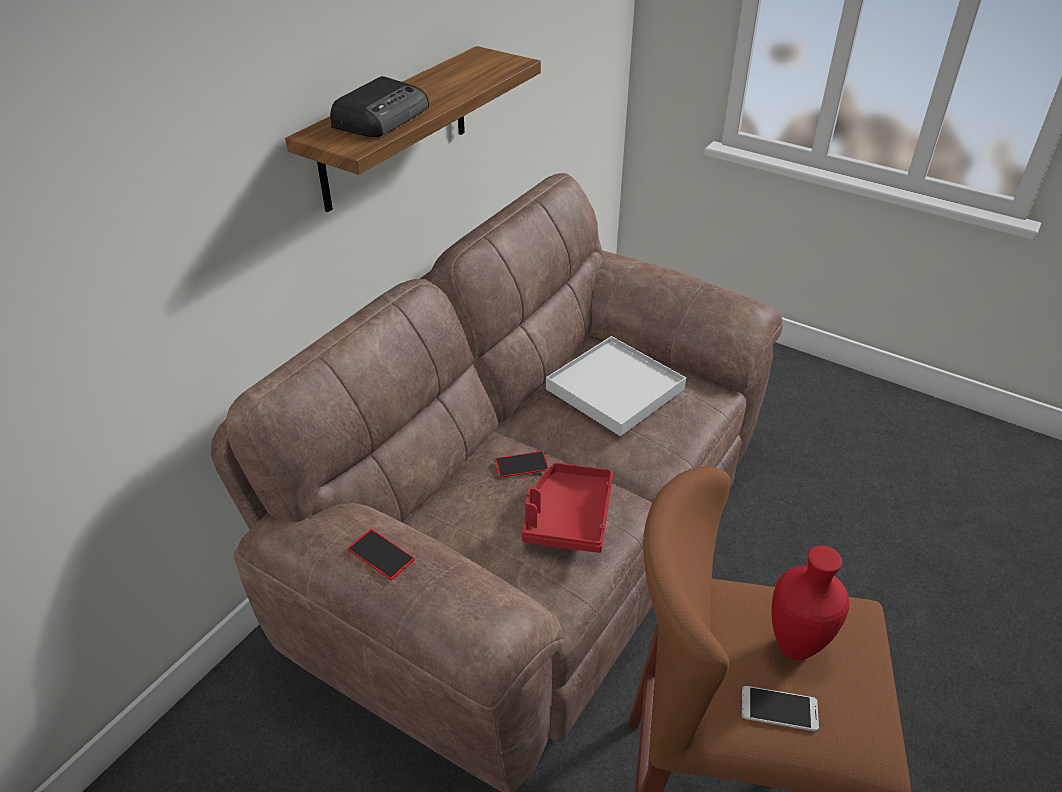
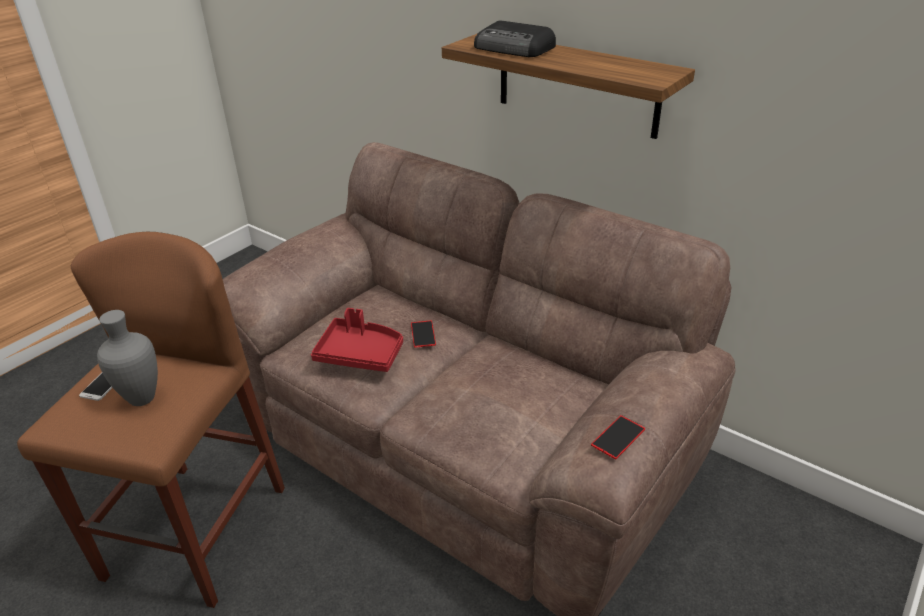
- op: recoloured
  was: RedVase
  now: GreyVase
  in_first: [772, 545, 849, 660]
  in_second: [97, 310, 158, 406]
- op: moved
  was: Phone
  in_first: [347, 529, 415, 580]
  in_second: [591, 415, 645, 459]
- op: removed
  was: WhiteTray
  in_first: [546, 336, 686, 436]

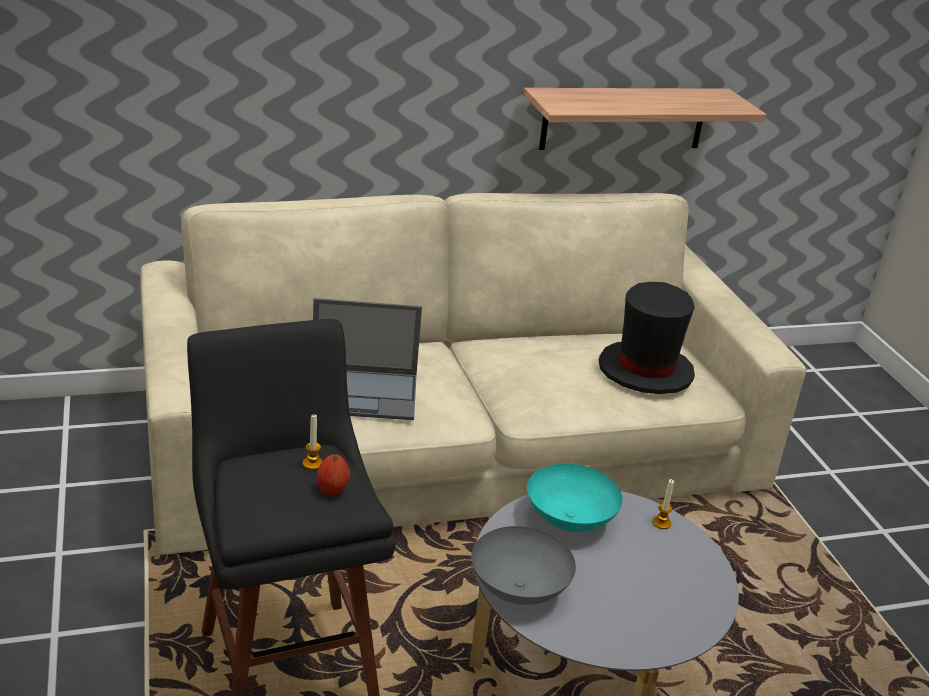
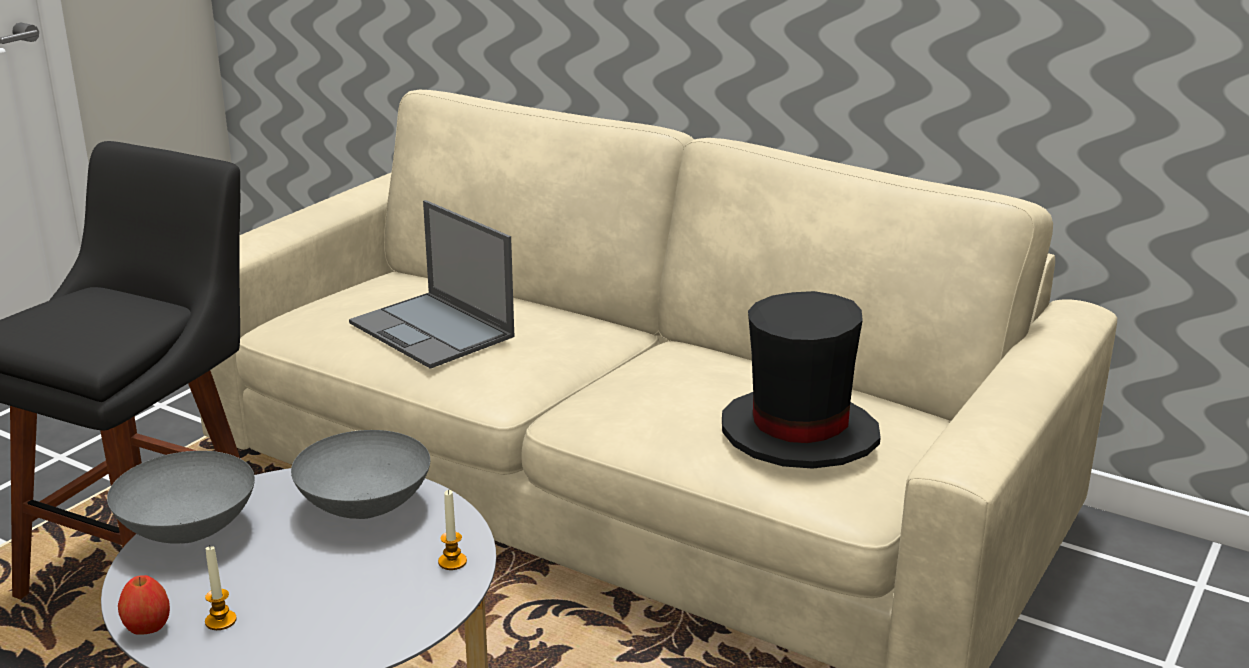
- op: moved
  was: Apple
  in_first: [317, 454, 350, 495]
  in_second: [118, 575, 170, 635]
- op: moved
  was: Candle
  in_first: [303, 414, 323, 470]
  in_second: [205, 545, 237, 630]
- op: recoloured
  was: TurquoiseBowl
  now: GreyBowl
  in_first: [527, 463, 623, 532]
  in_second: [291, 430, 430, 519]
- op: removed
  was: Shelf
  in_first: [523, 88, 767, 150]

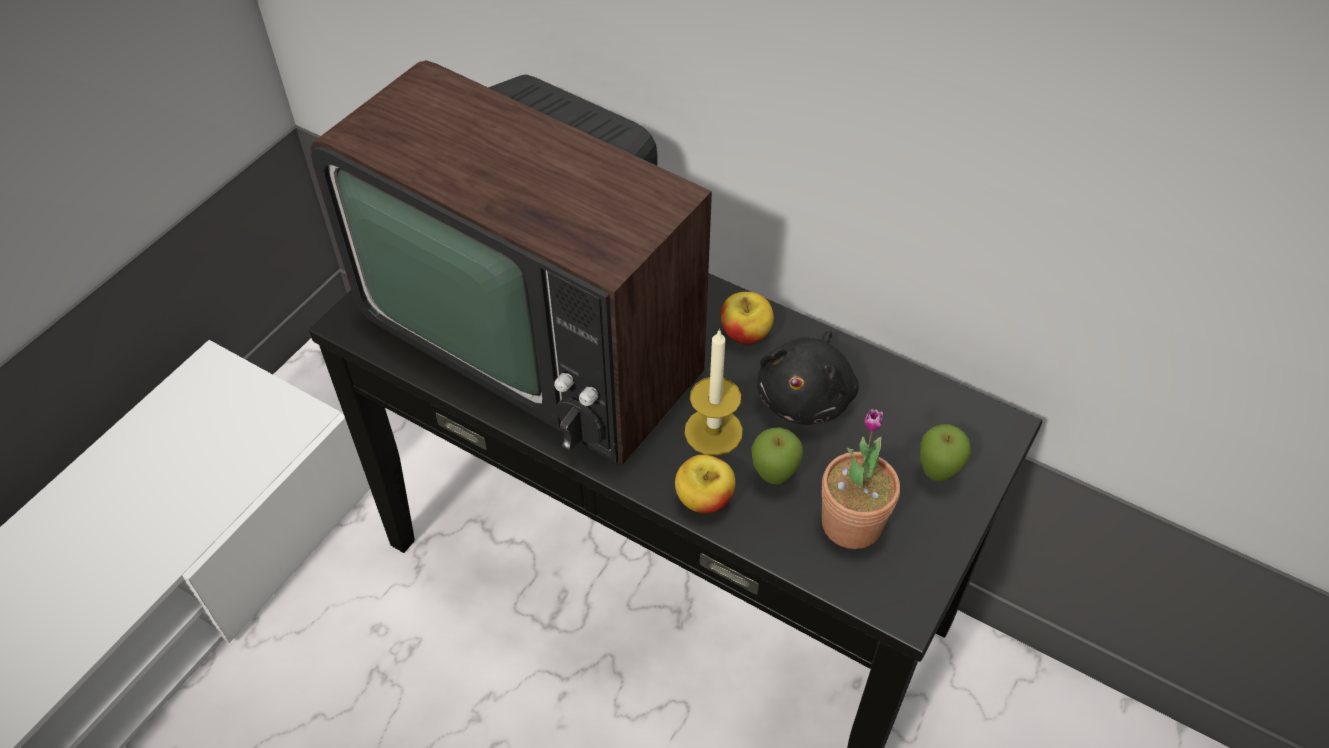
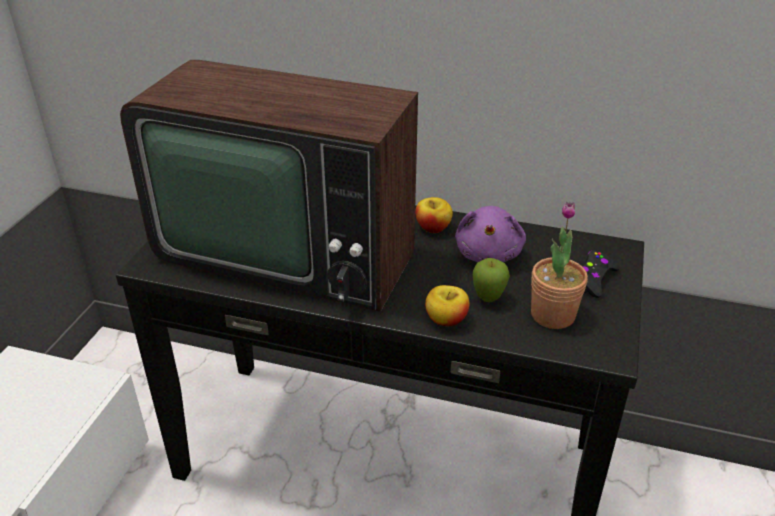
- op: recoloured
  was: BlackPlushToy
  now: PurplePlushToy
  in_first: [757, 331, 859, 425]
  in_second: [455, 206, 526, 262]
- op: replaced
  was: Apple
  now: BlackGameController
  in_first: [920, 424, 971, 481]
  in_second: [582, 250, 620, 298]
- op: removed
  was: Candle
  in_first: [684, 329, 743, 456]

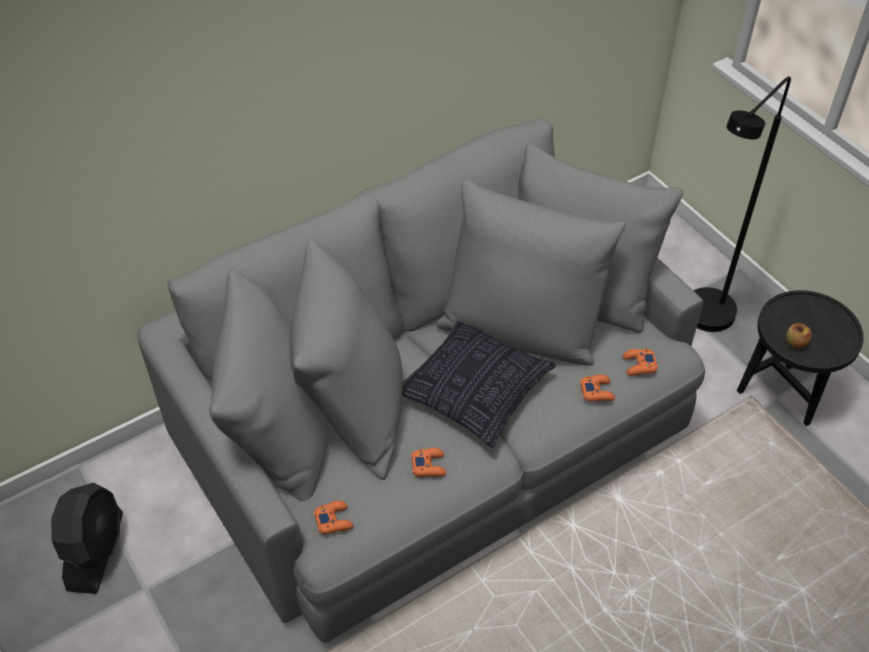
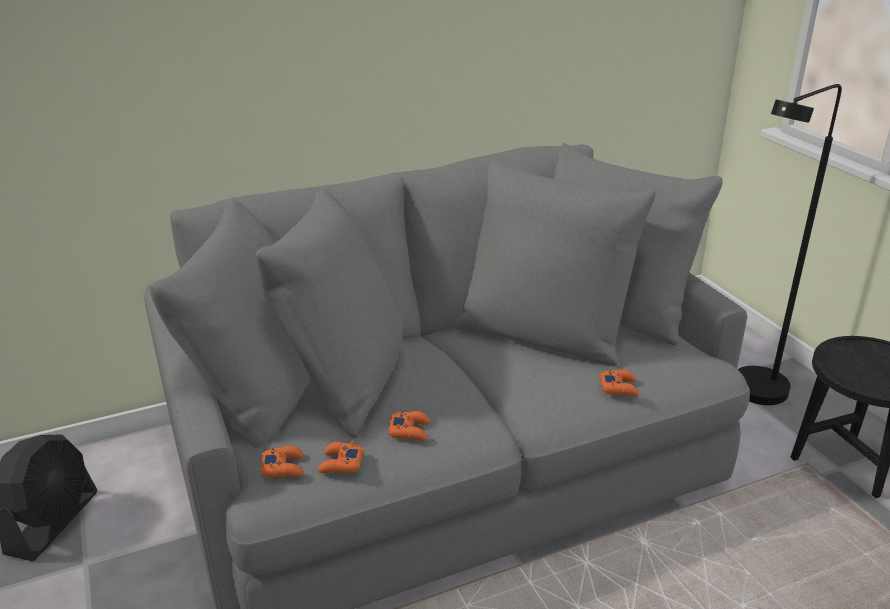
- op: moved
  was: OrangeGameController
  in_first: [623, 348, 658, 376]
  in_second: [318, 441, 364, 473]
- op: removed
  was: Pillow
  in_first: [402, 321, 556, 448]
- op: removed
  was: Apple
  in_first: [786, 323, 812, 348]

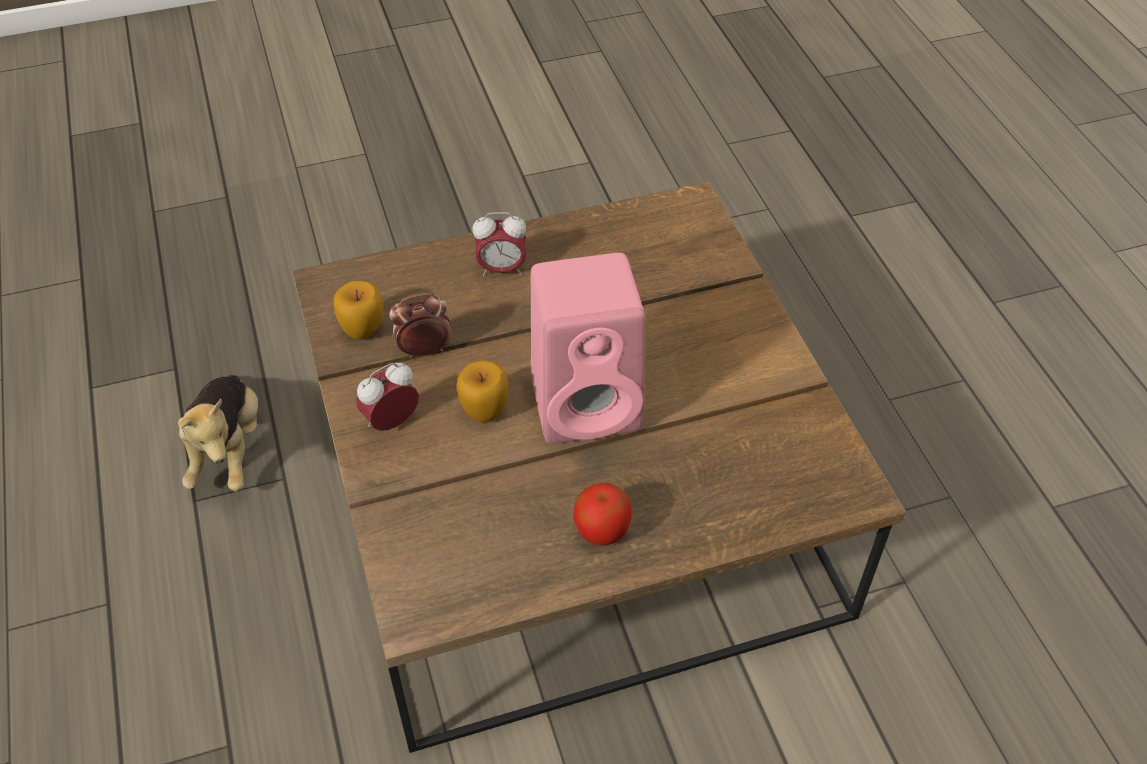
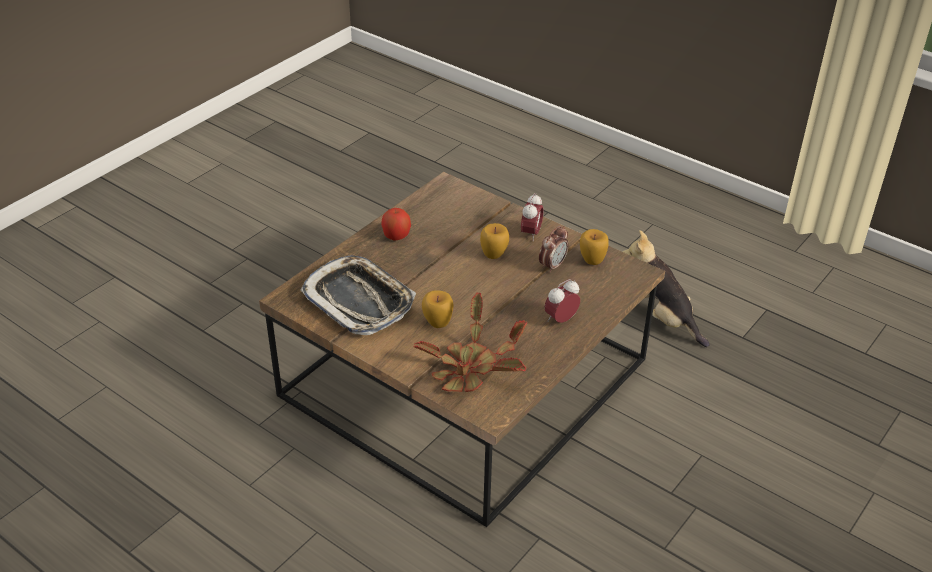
- op: added
  now: Tray
  in_second: [300, 256, 416, 335]
- op: added
  now: PottedPlant
  in_second: [414, 293, 527, 392]
- op: added
  now: Apple
  in_second: [422, 290, 454, 328]
- op: removed
  was: PinkSpeaker
  in_first: [531, 253, 646, 444]

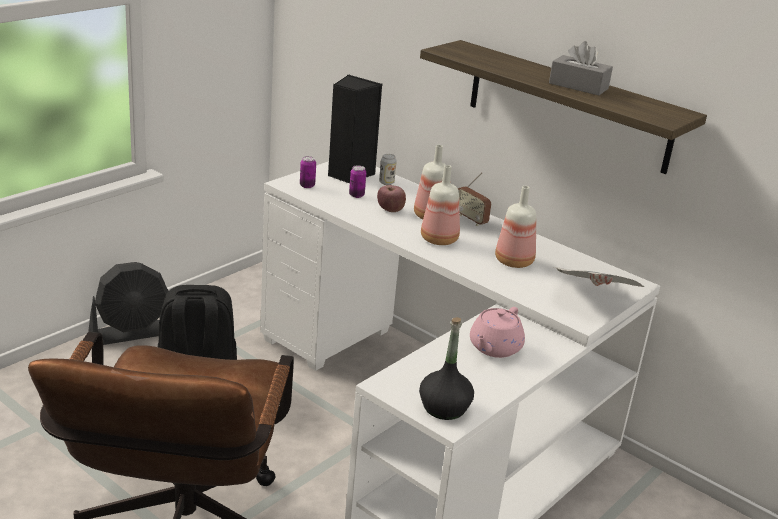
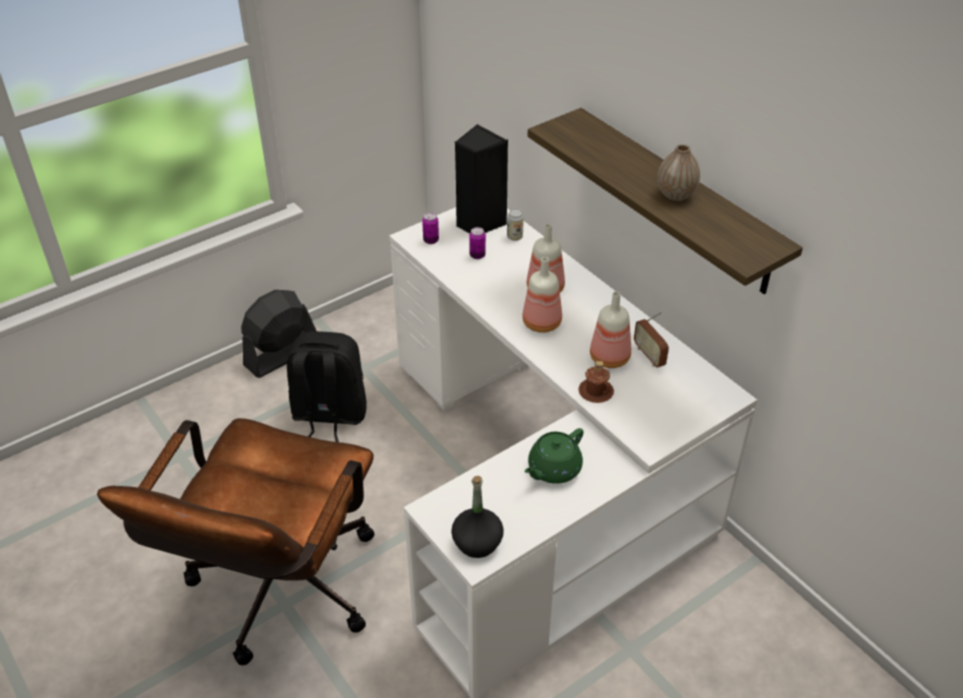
- op: turned
  was: BlackFan
  in_first: [88, 262, 169, 345]
  in_second: [241, 290, 316, 378]
  clockwise: 150
- op: recoloured
  was: PinkTeapot
  now: GreenTeapot
  in_first: [470, 307, 525, 358]
  in_second: [525, 428, 584, 484]
- op: added
  now: BrownMug
  in_second: [579, 361, 614, 403]
- op: moved
  was: Radio
  in_first: [458, 172, 491, 226]
  in_second: [634, 312, 669, 368]
- op: replaced
  was: GreyTissueBox
  now: Vase
  in_first: [549, 41, 613, 96]
  in_second: [657, 144, 700, 201]
- op: removed
  was: Apple
  in_first: [377, 185, 406, 212]
- op: removed
  was: Newspaper
  in_first: [554, 267, 644, 287]

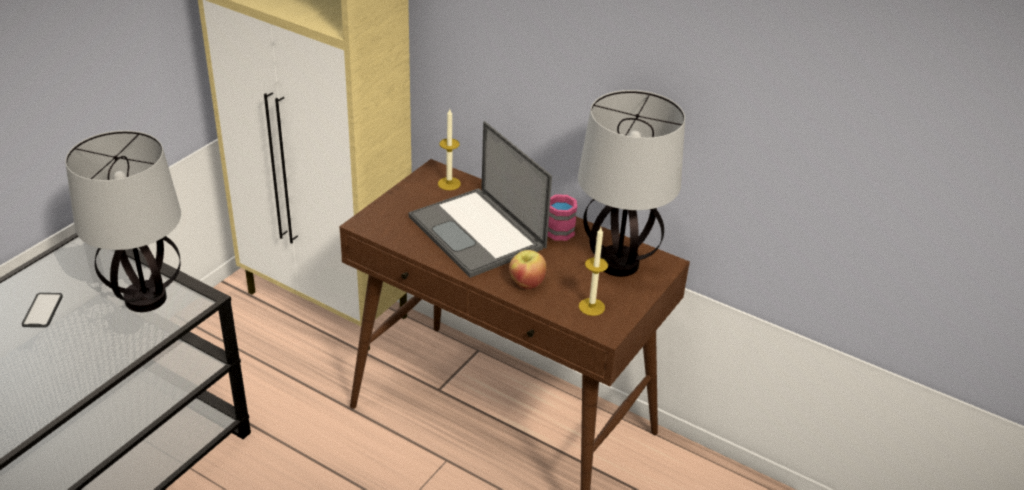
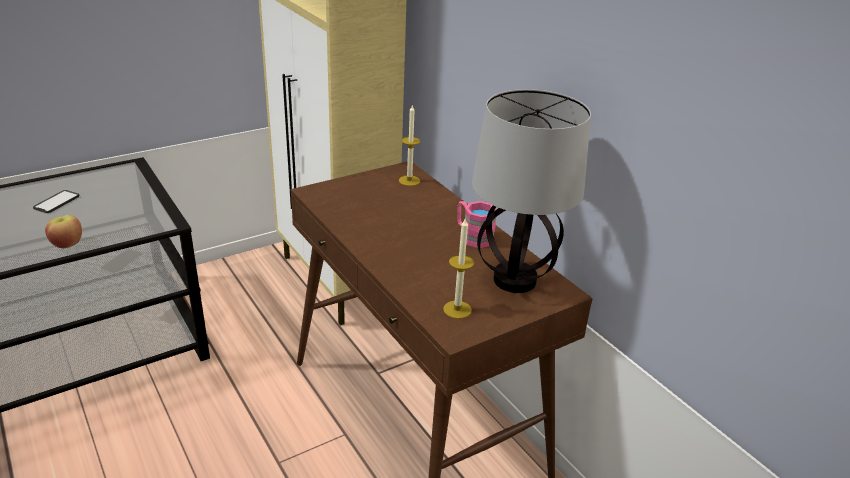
- op: moved
  was: Apple
  in_first: [509, 250, 546, 289]
  in_second: [45, 215, 82, 248]
- op: removed
  was: TableLamp
  in_first: [65, 130, 181, 312]
- op: removed
  was: Laptop
  in_first: [409, 121, 552, 278]

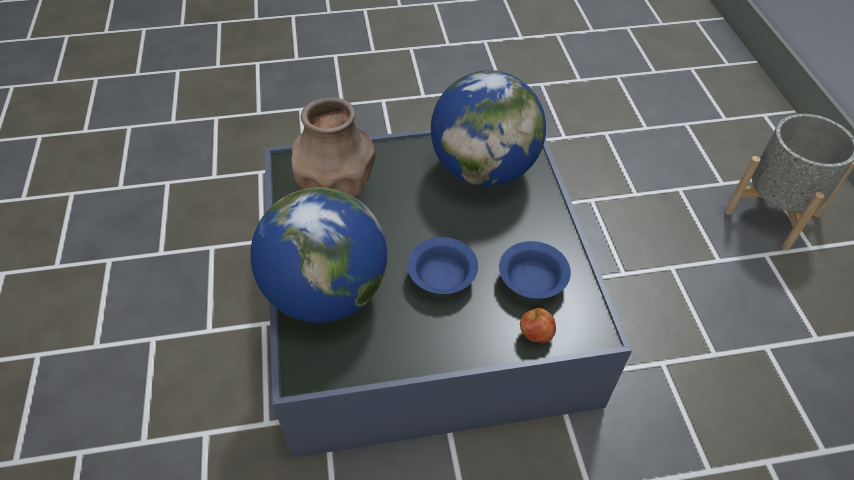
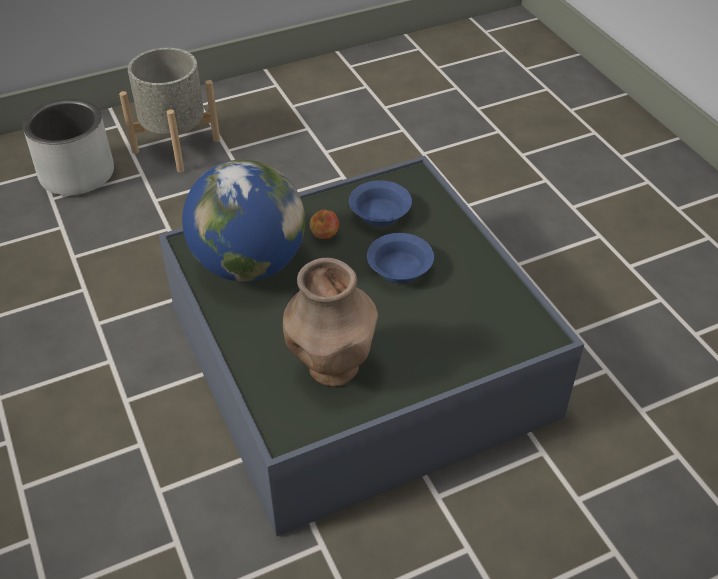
- op: added
  now: GreyPlanter
  in_second: [23, 99, 114, 196]
- op: moved
  was: Apple
  in_first: [520, 308, 556, 343]
  in_second: [310, 210, 339, 239]
- op: removed
  was: Globe
  in_first: [250, 187, 387, 323]

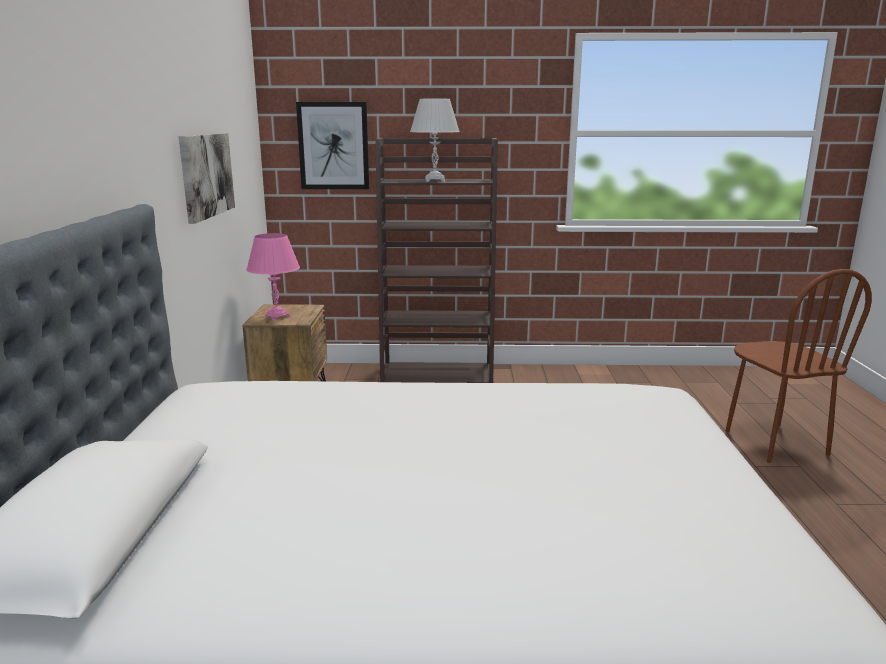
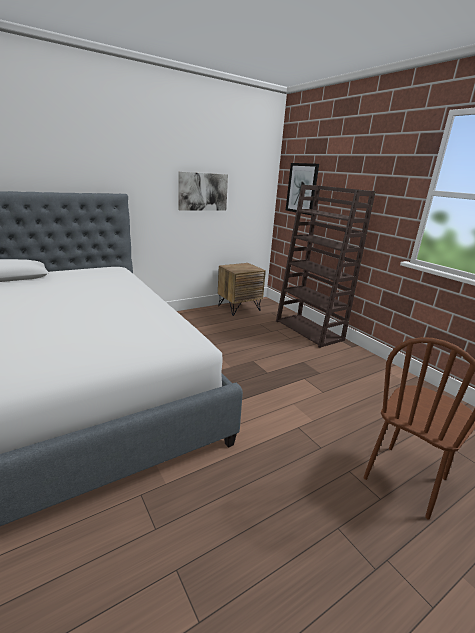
- op: removed
  was: PinkTableLamp
  in_first: [246, 233, 300, 321]
- op: removed
  was: WhiteTableLamp
  in_first: [410, 98, 460, 182]

